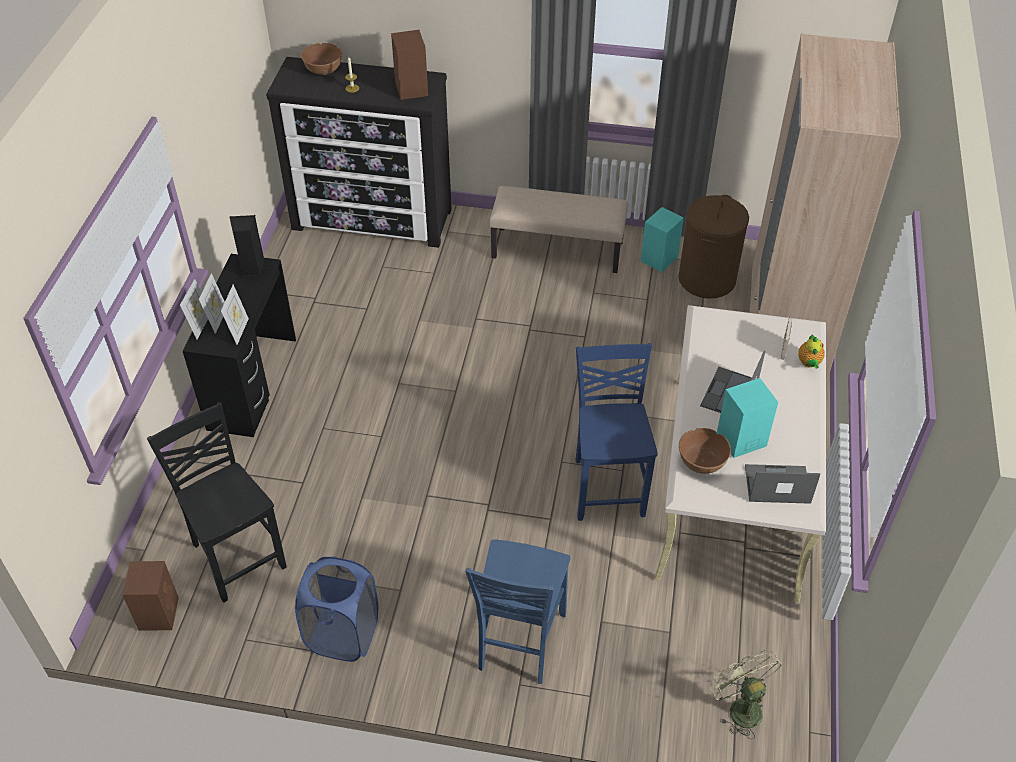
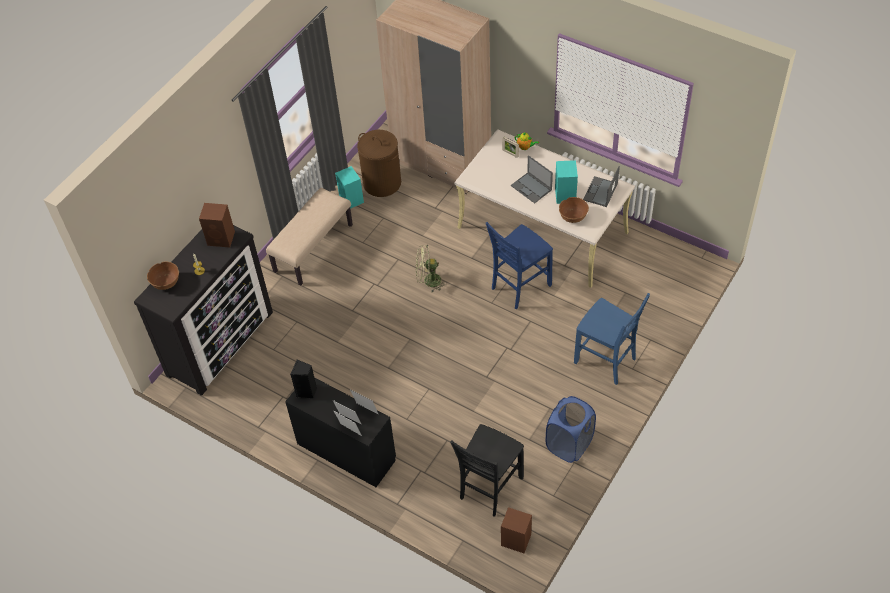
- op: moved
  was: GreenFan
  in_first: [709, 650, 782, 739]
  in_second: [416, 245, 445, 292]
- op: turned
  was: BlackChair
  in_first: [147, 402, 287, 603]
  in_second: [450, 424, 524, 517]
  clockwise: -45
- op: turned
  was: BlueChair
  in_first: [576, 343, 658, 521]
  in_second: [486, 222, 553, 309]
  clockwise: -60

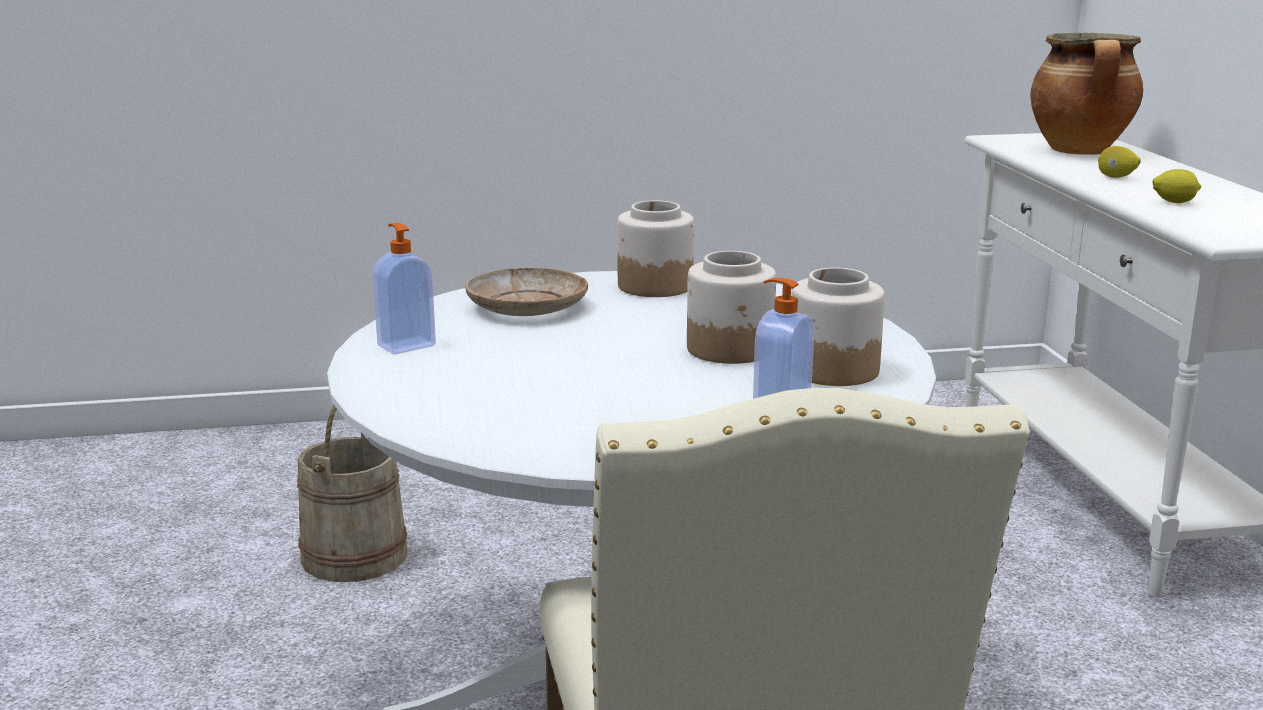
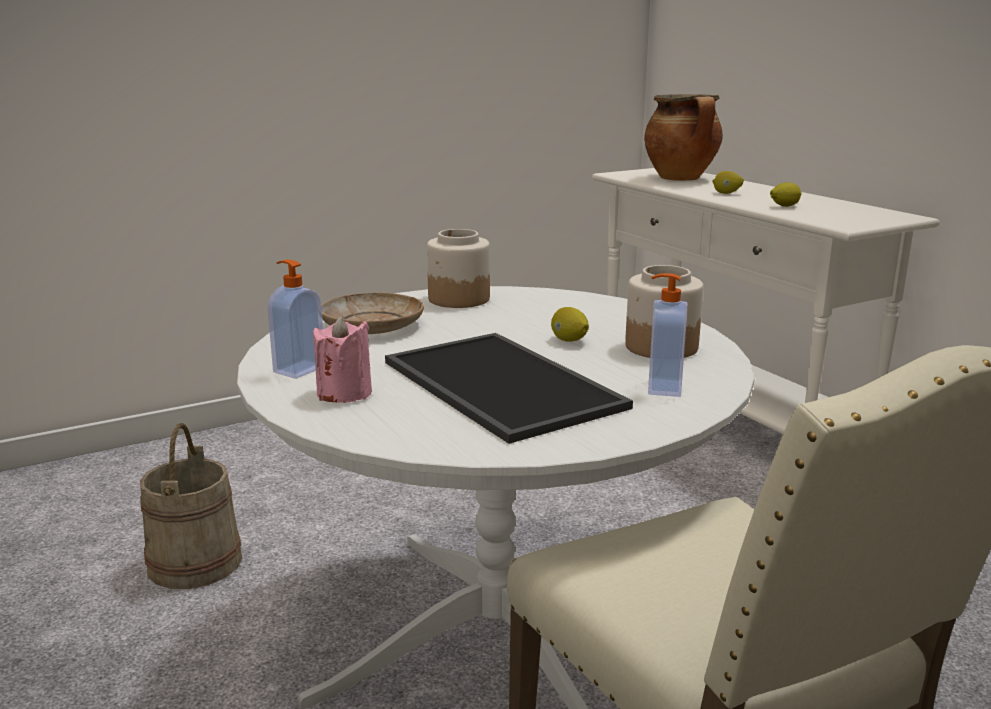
- op: added
  now: PinkCandle
  in_second: [313, 315, 372, 403]
- op: added
  now: Tray
  in_second: [385, 333, 633, 444]
- op: replaced
  was: Jar
  now: Lemon
  in_first: [687, 251, 776, 364]
  in_second: [551, 307, 589, 342]

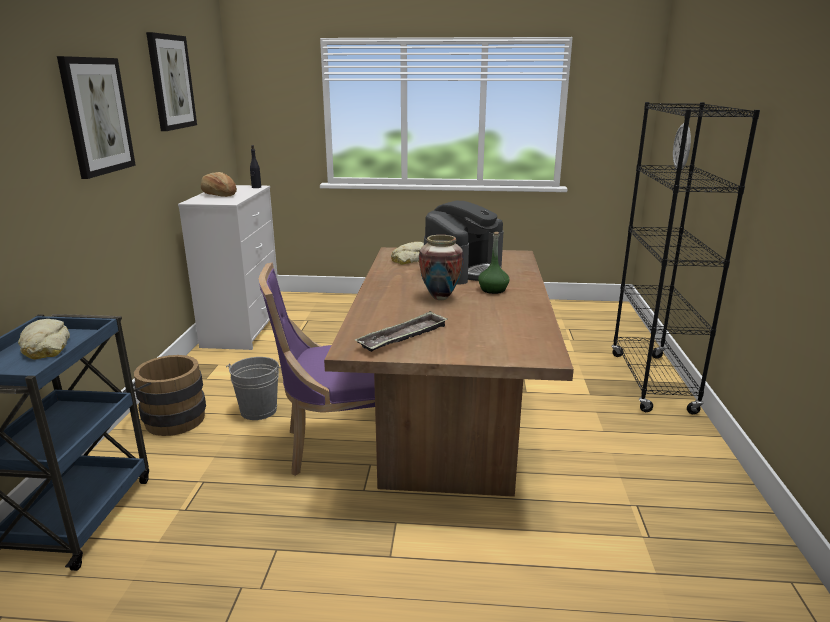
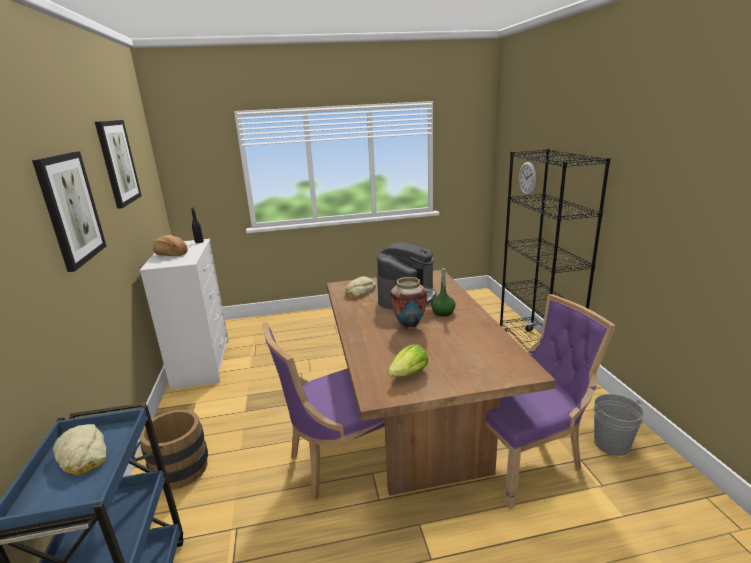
- op: replaced
  was: Tray
  now: Lettuce
  in_first: [354, 311, 447, 352]
  in_second: [388, 344, 428, 377]
- op: added
  now: PurpleChair
  in_second: [486, 294, 616, 509]
- op: moved
  was: GreyBucket
  in_first: [226, 357, 281, 420]
  in_second: [594, 394, 645, 456]

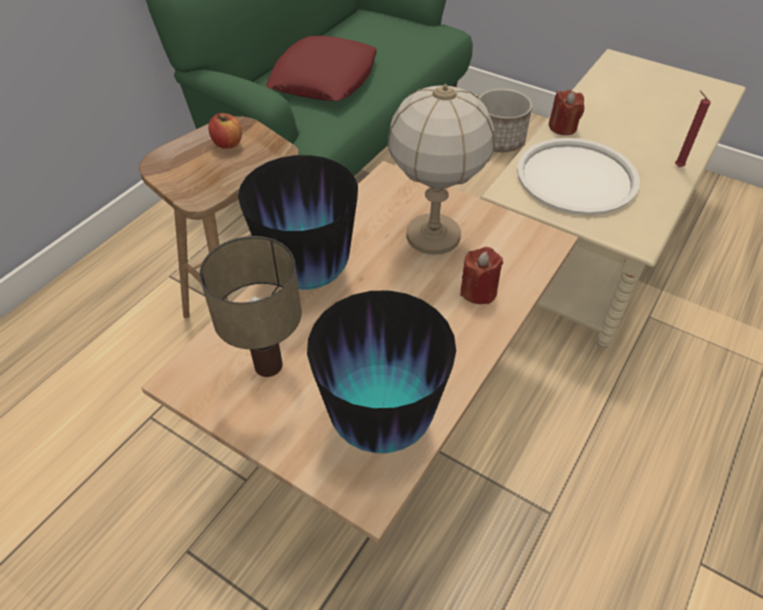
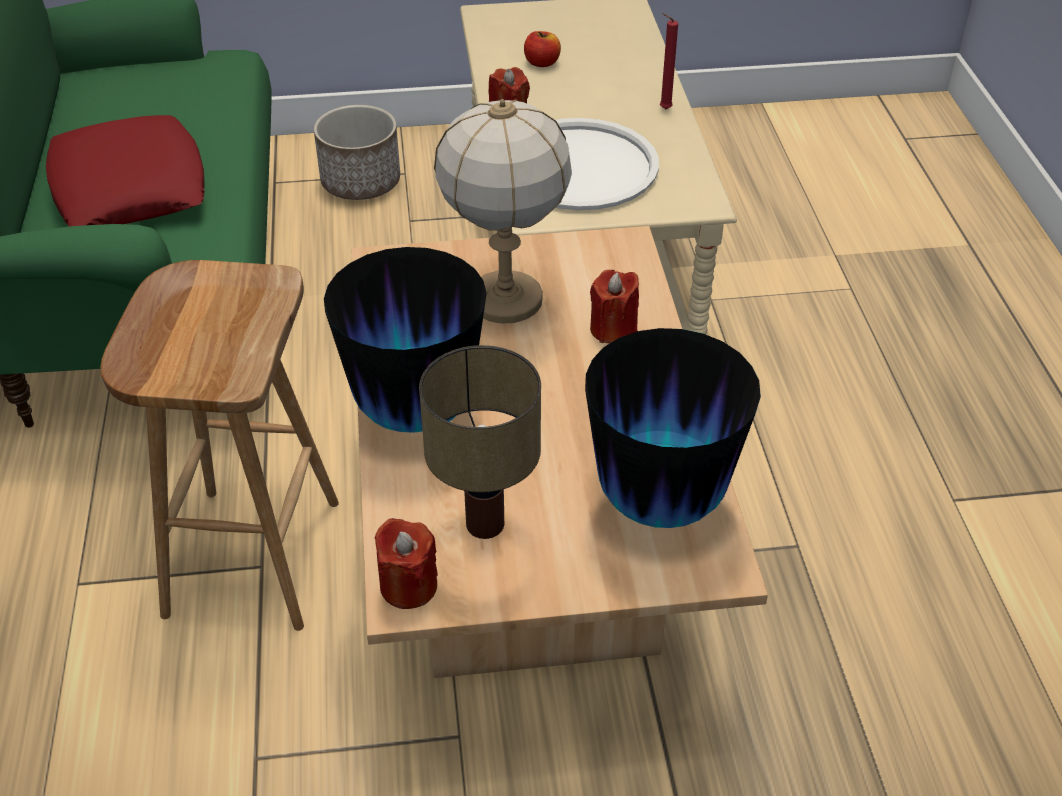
- op: added
  now: RedCandle
  in_second: [374, 518, 438, 609]
- op: moved
  was: Apple
  in_first: [208, 113, 242, 149]
  in_second: [524, 31, 561, 67]

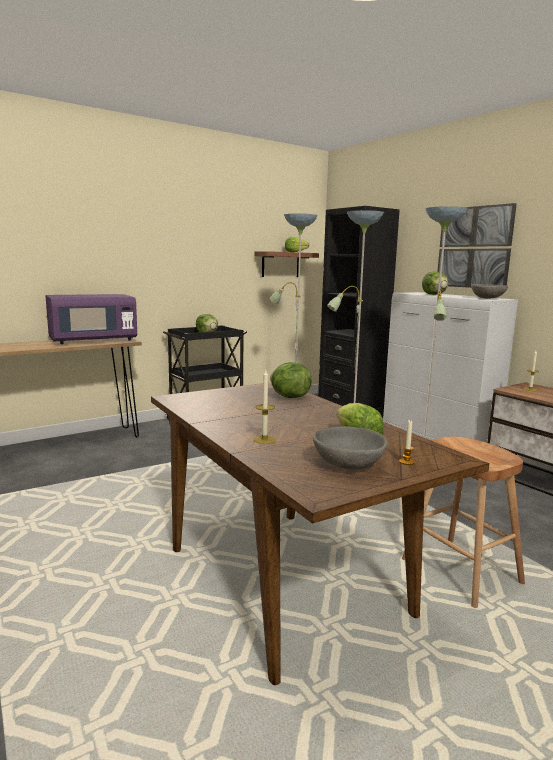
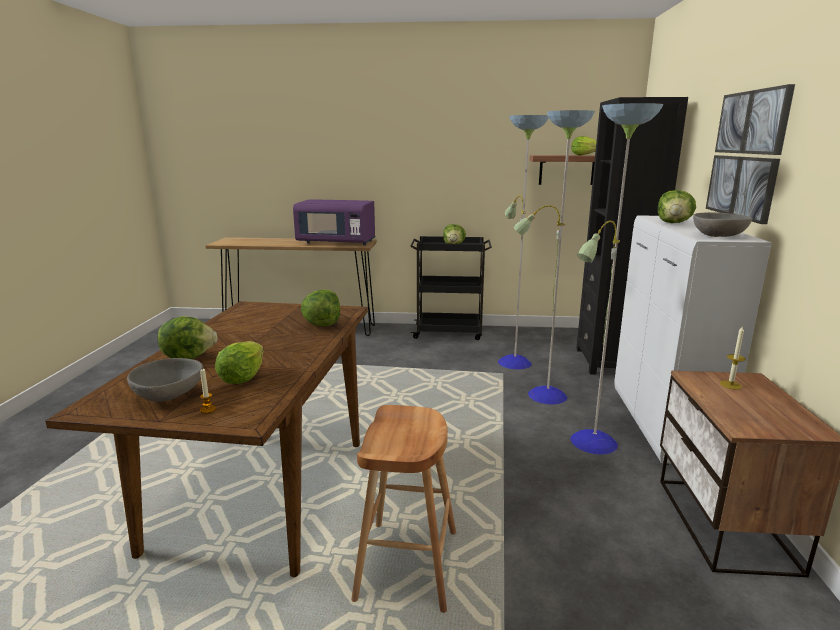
- op: replaced
  was: Candle
  now: Lettuce
  in_first: [254, 370, 276, 444]
  in_second: [157, 316, 218, 359]

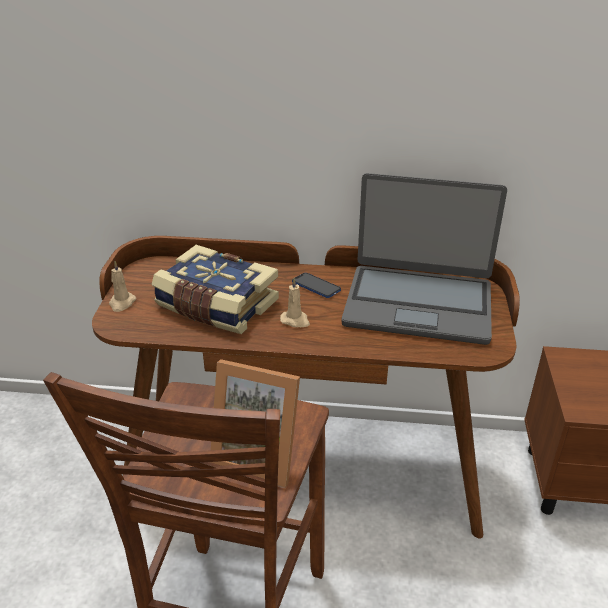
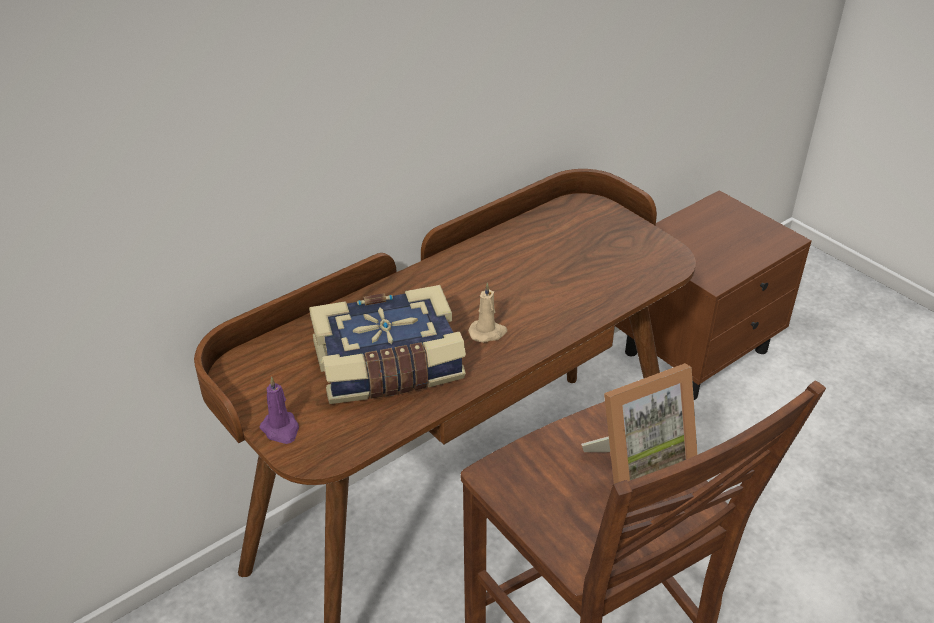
- op: recoloured
  was: BeigeCandle
  now: PurpleCandle
  in_first: [109, 261, 136, 312]
  in_second: [260, 376, 299, 444]
- op: removed
  was: Phone
  in_first: [292, 273, 341, 298]
- op: removed
  was: Laptop
  in_first: [342, 173, 507, 345]

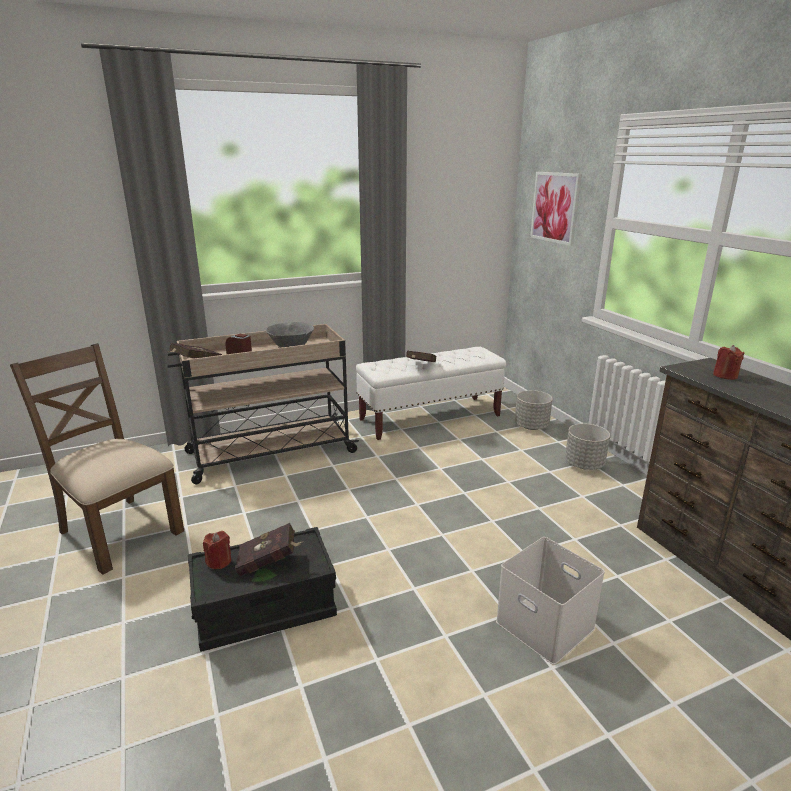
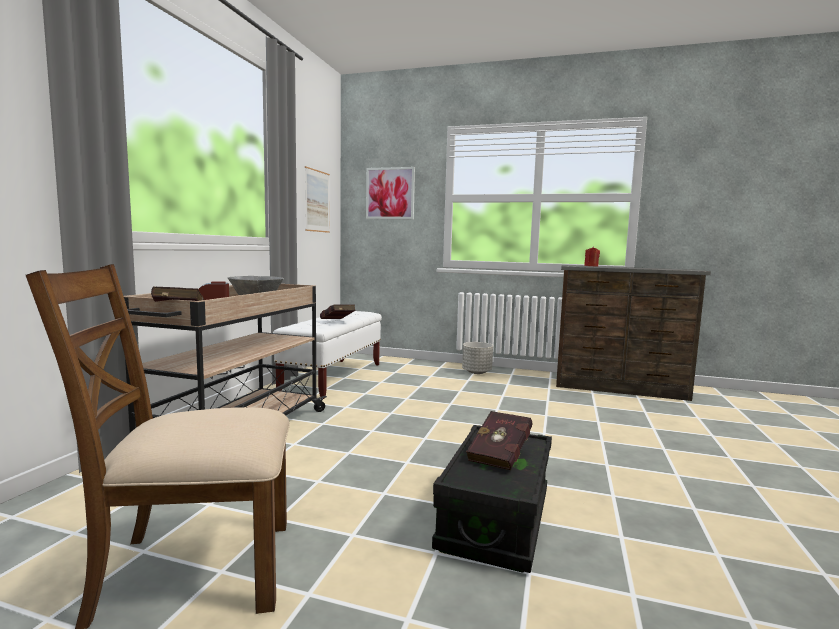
- op: added
  now: Picture
  in_second: [305, 166, 330, 233]
- op: removed
  was: RedCandle
  in_first: [203, 531, 231, 569]
- op: removed
  was: WhiteStorageBox
  in_first: [496, 537, 605, 665]
- op: removed
  was: GreyPlanter
  in_first: [515, 390, 552, 430]

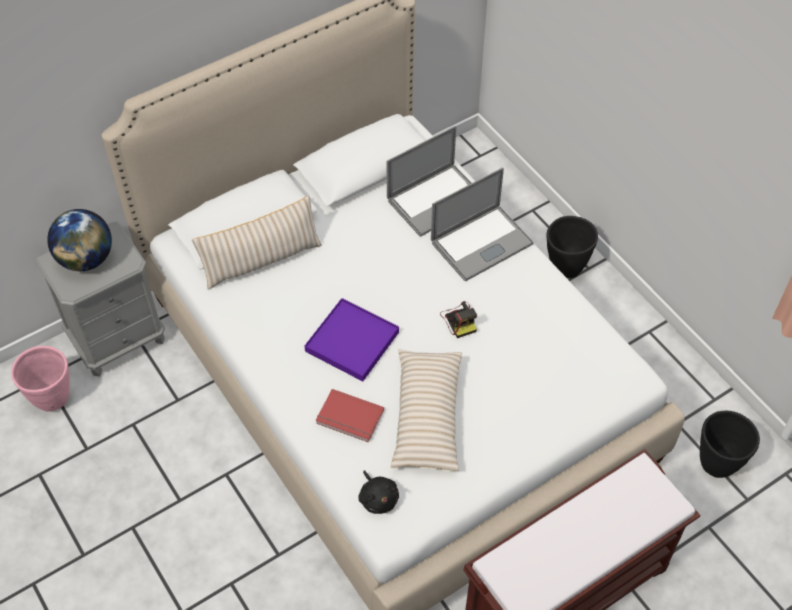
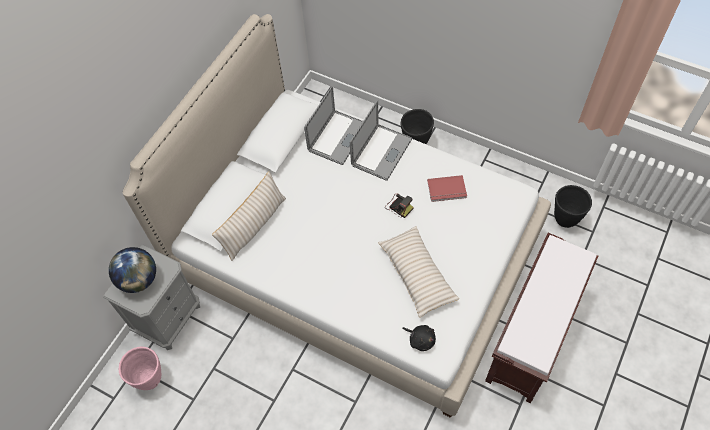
- op: moved
  was: RedBook
  in_first: [316, 389, 384, 443]
  in_second: [427, 175, 467, 202]
- op: removed
  was: PurpleTray
  in_first: [304, 298, 399, 381]

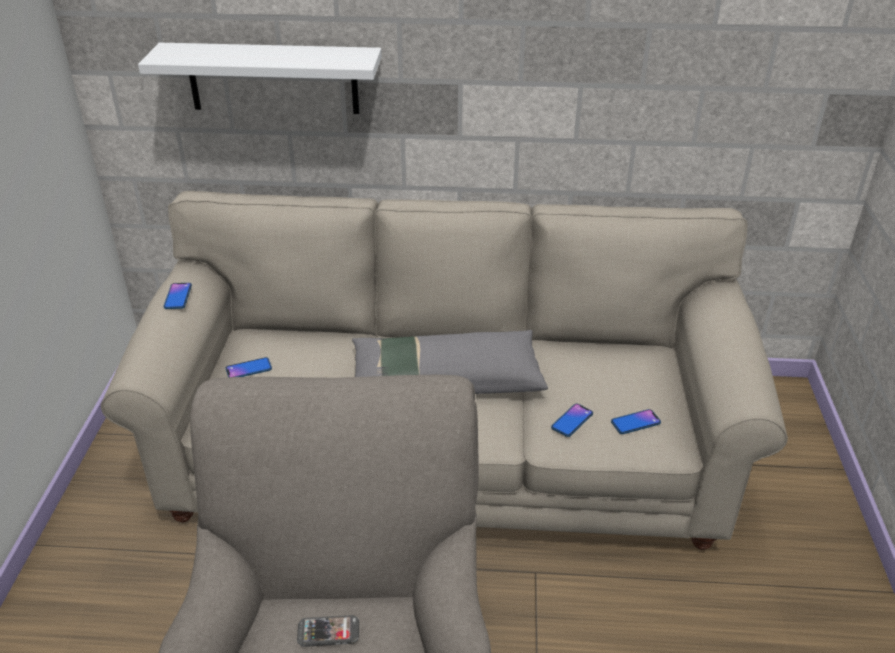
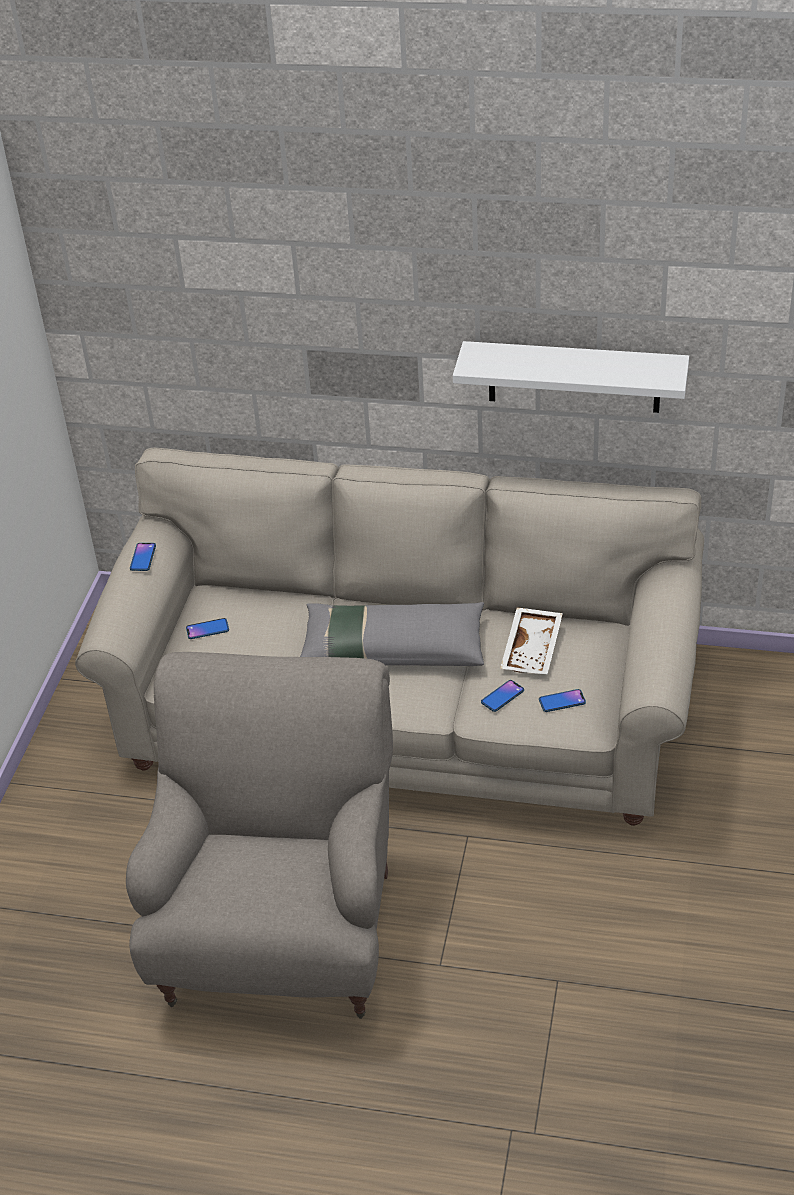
- op: moved
  was: WhiteShelf
  in_first: [138, 43, 382, 114]
  in_second: [453, 341, 689, 413]
- op: added
  now: WhiteTray
  in_second: [500, 608, 563, 674]
- op: removed
  was: Phone
  in_first: [297, 615, 359, 647]

